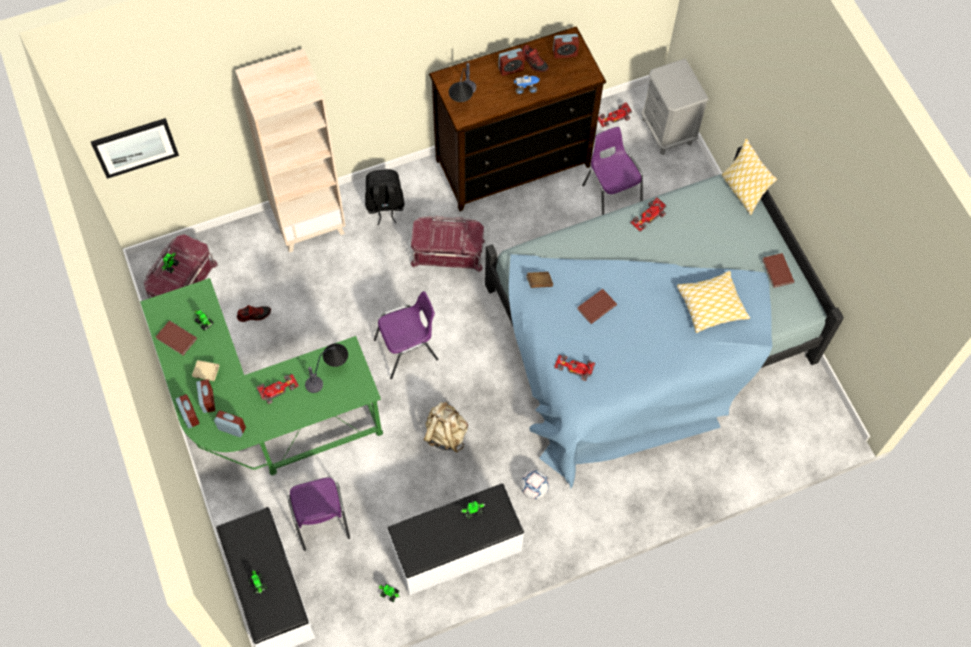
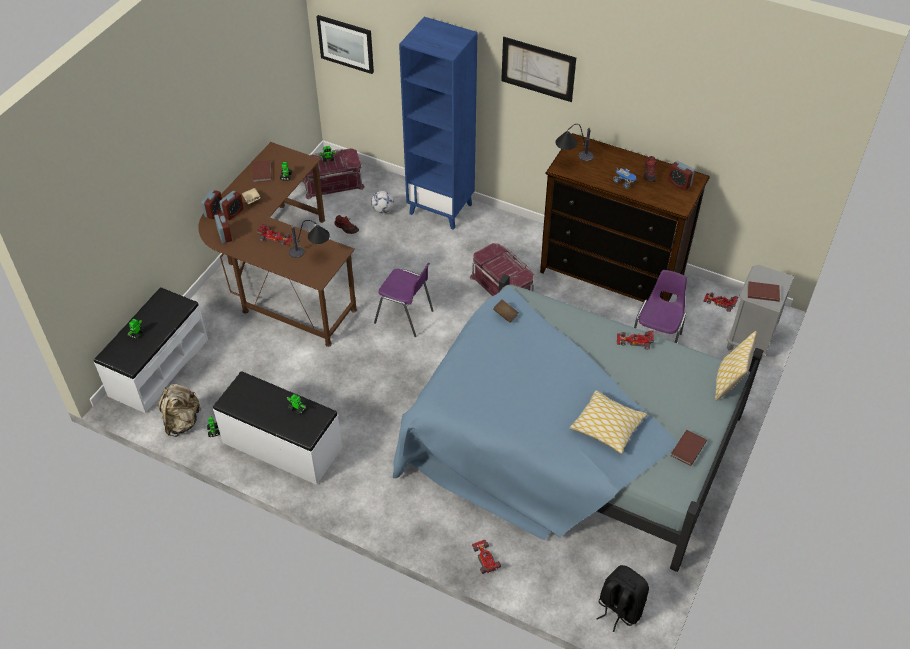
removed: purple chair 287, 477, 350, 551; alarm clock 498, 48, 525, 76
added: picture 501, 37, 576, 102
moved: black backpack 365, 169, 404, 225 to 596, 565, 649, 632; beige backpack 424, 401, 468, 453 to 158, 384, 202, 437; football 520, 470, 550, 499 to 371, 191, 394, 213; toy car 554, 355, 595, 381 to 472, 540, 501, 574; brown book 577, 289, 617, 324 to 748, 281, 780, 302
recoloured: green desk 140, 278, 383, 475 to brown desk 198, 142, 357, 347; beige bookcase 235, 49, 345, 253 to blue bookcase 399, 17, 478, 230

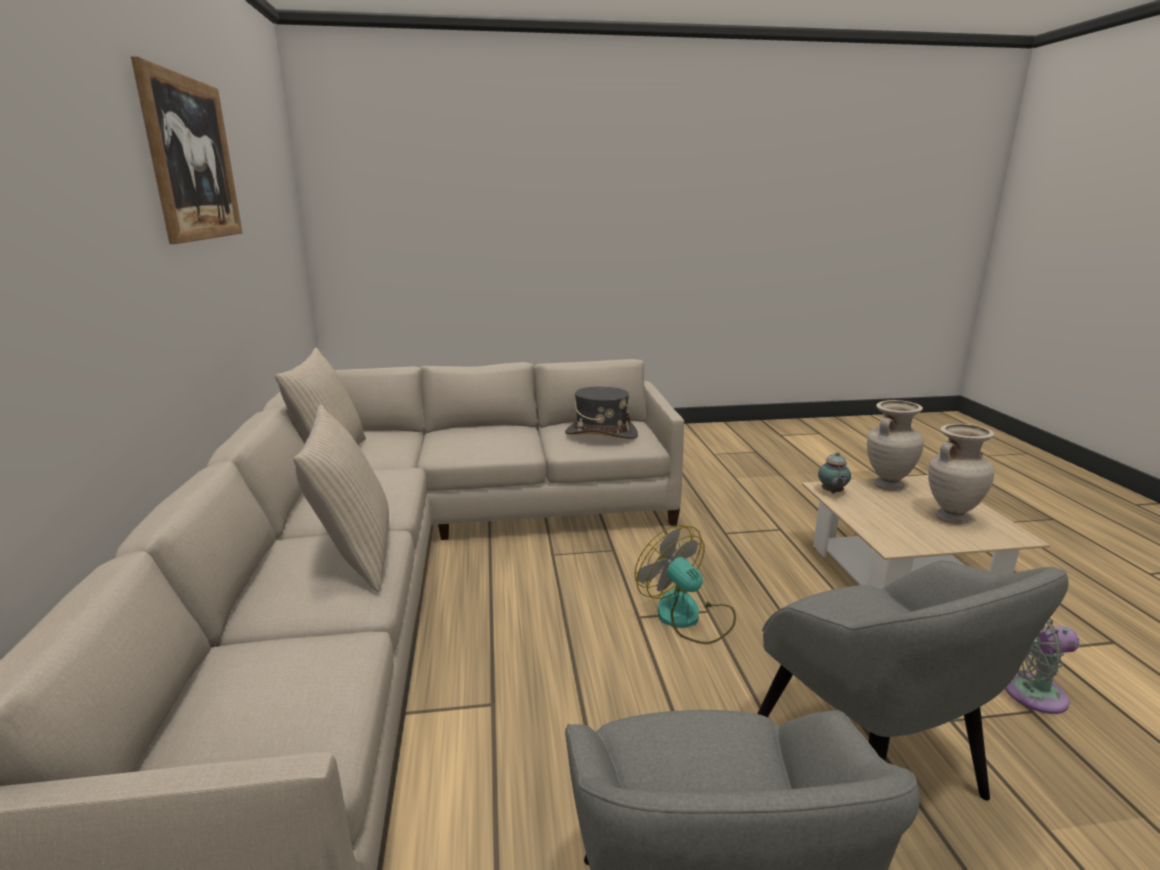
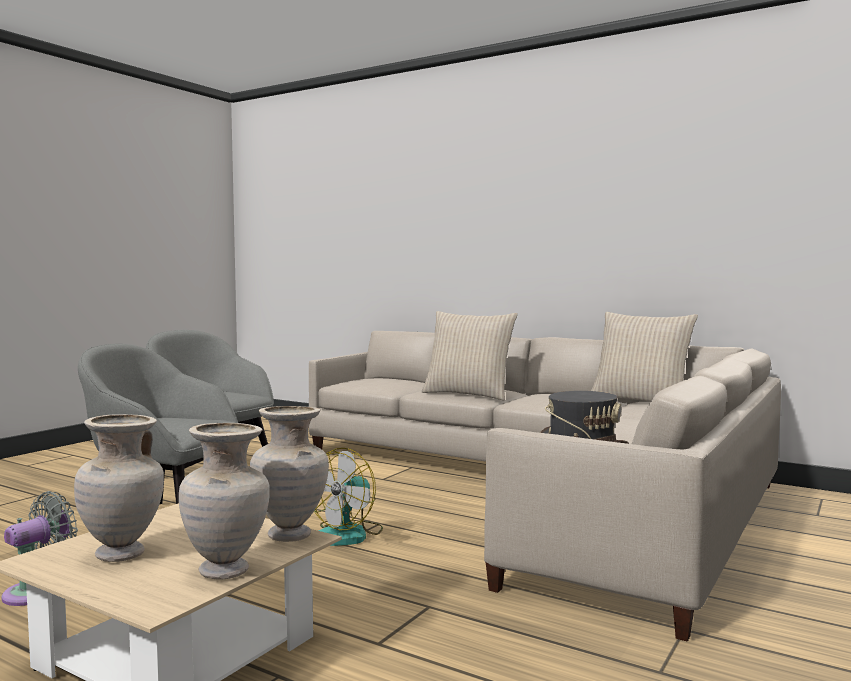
removed: picture 131, 56, 242, 244
replaced: teapot 818, 452, 851, 494 to beige vase 250, 406, 329, 542
turned: fan 635, 525, 736, 644 = 314, 448, 383, 546 120 degrees clockwise

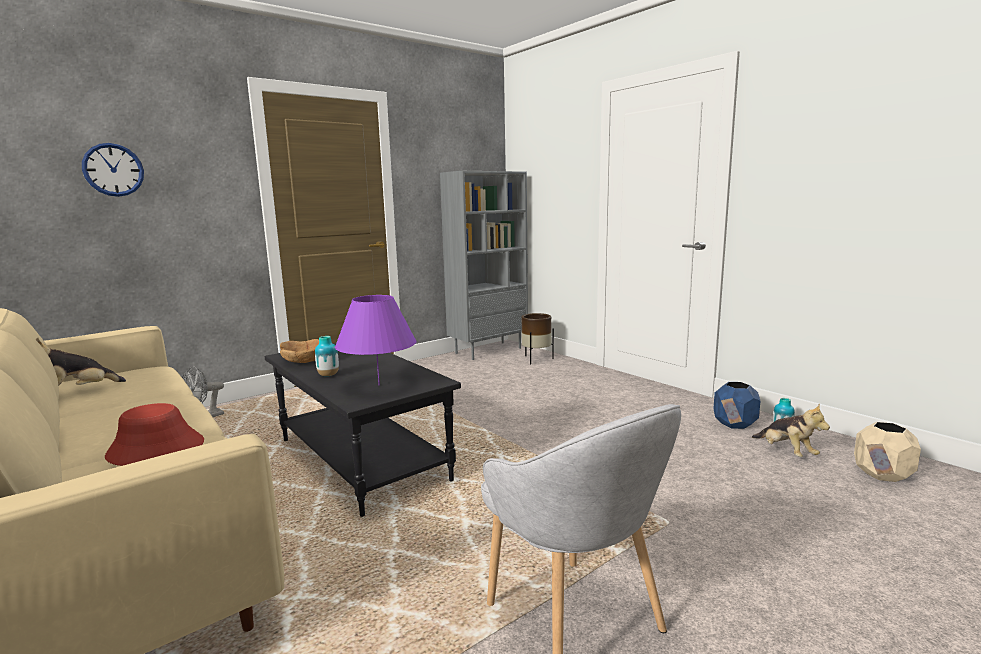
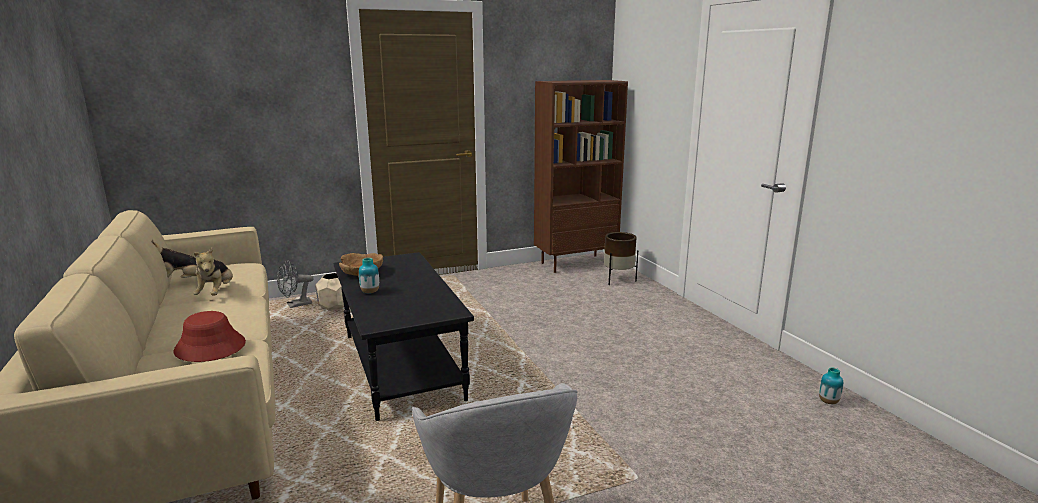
removed: wall clock 82, 143, 144, 197; purple table lamp 335, 295, 417, 385; blue planter 713, 382, 760, 429
moved: plush toy 752, 403, 830, 457 to 193, 247, 233, 296; beige planter 854, 422, 921, 482 to 315, 273, 344, 311
recoloured: grey bookcase 440, 171, 528, 360 to brown bookcase 534, 80, 628, 273

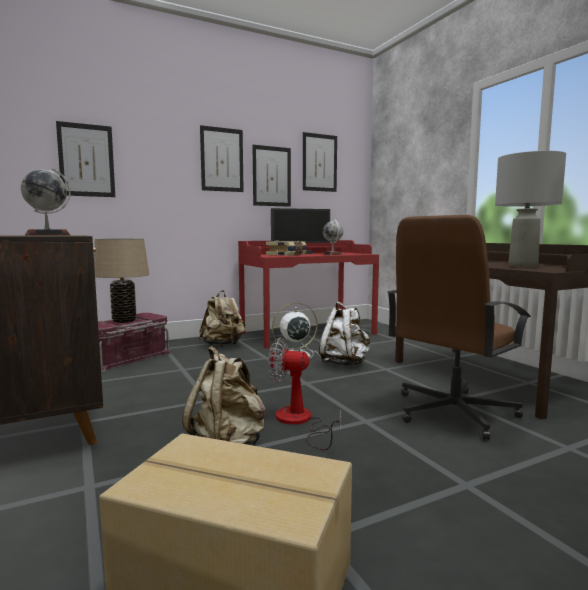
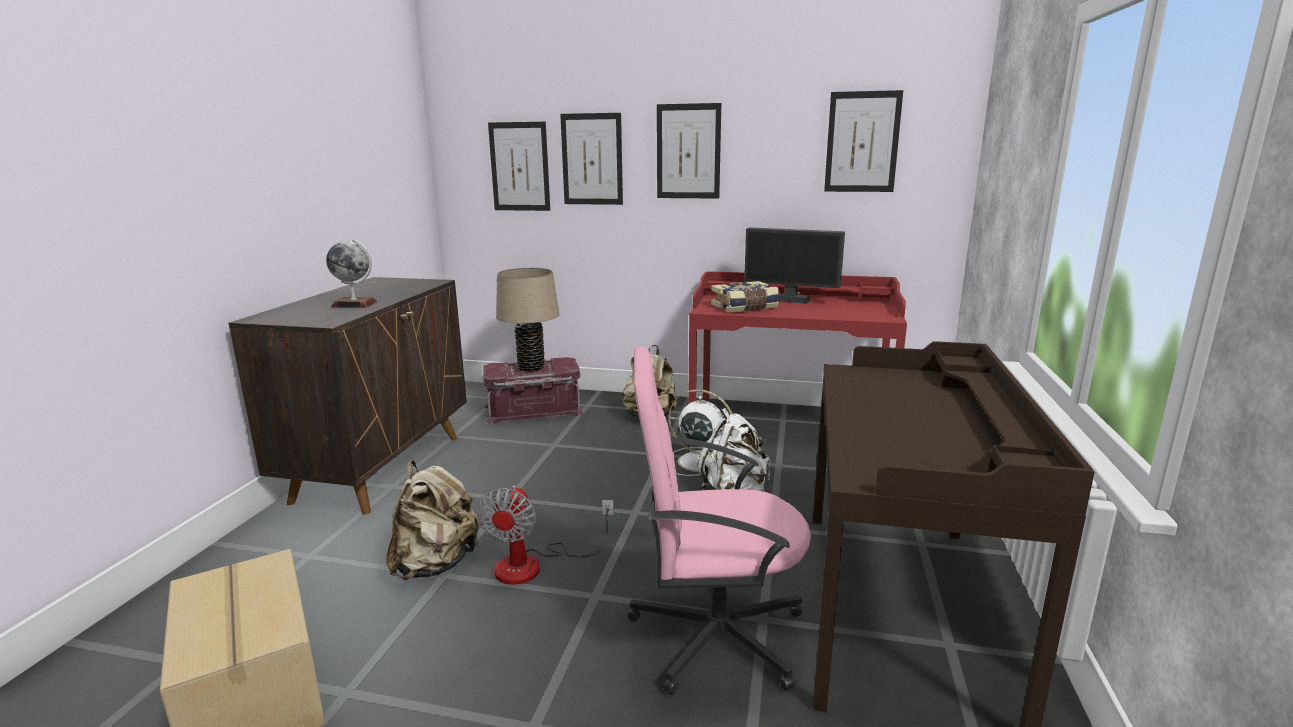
removed: globe 323, 220, 343, 255; grey table lamp 495, 151, 566, 267
moved: picture 252, 145, 291, 207 to 560, 113, 623, 205
recoloured: brown office chair 387, 215, 531, 440 to pink office chair 627, 347, 811, 695
turned: fan 268, 337, 341, 450 = 477, 486, 614, 585 135 degrees counterclockwise

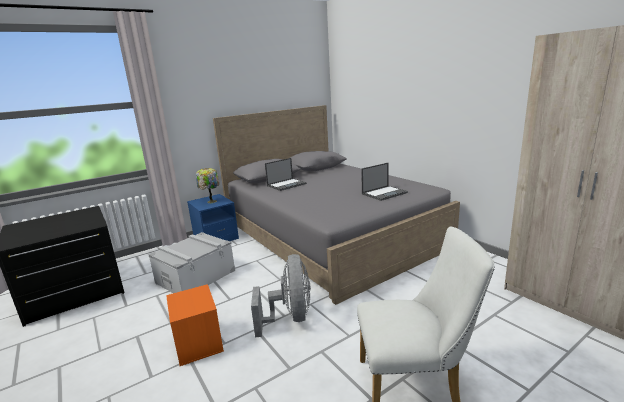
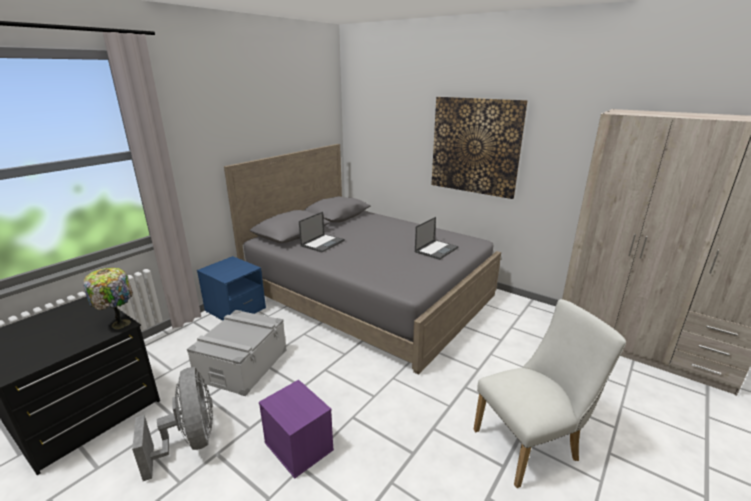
added: picture 431, 97, 528, 199
moved: table lamp 196, 168, 219, 203 to 83, 268, 133, 329; grey fan 251, 254, 311, 337 to 132, 367, 213, 481
recoloured: orange storage box 166, 284, 224, 366 to purple storage box 259, 380, 334, 478

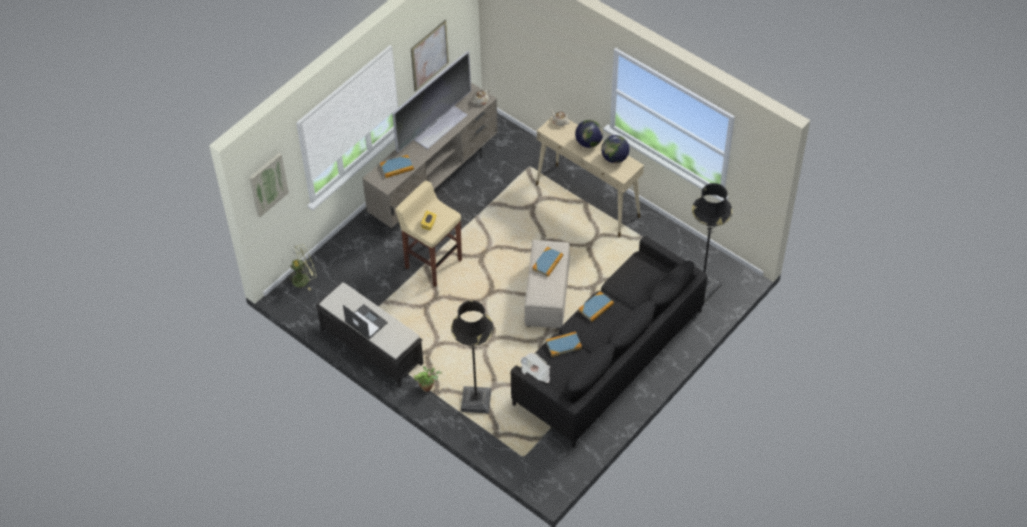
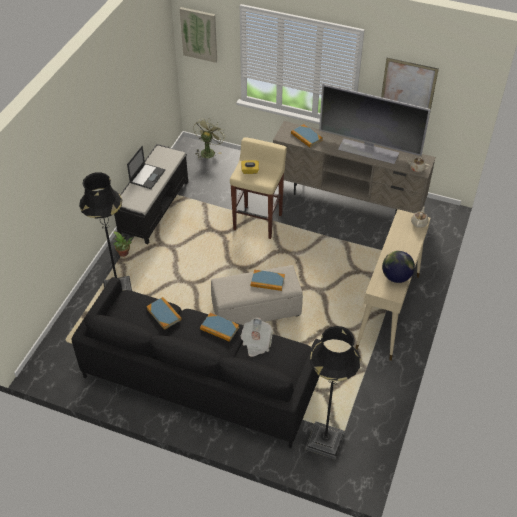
removed: globe 575, 120, 603, 148
moved: newspaper 520, 353, 550, 383 to 240, 318, 273, 357
turned: green fan 286, 244, 316, 290 = 193, 118, 224, 159 120 degrees counterclockwise

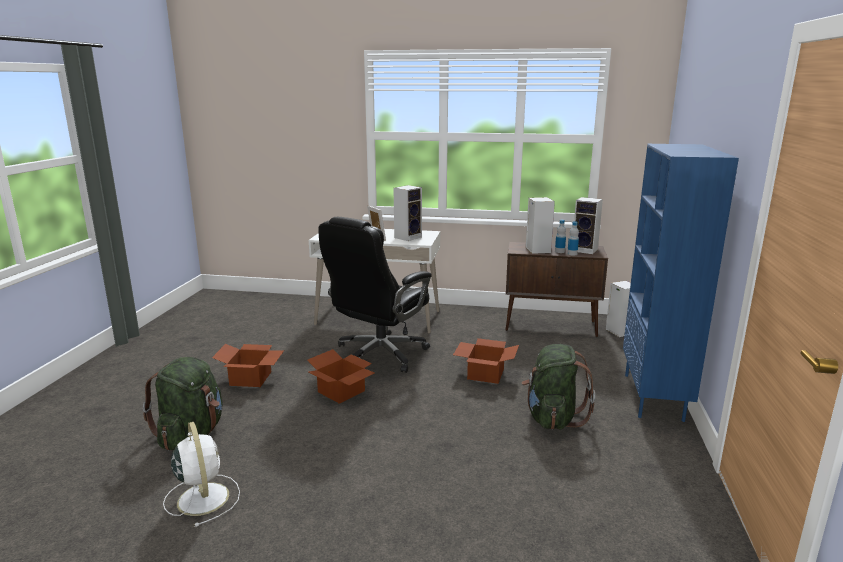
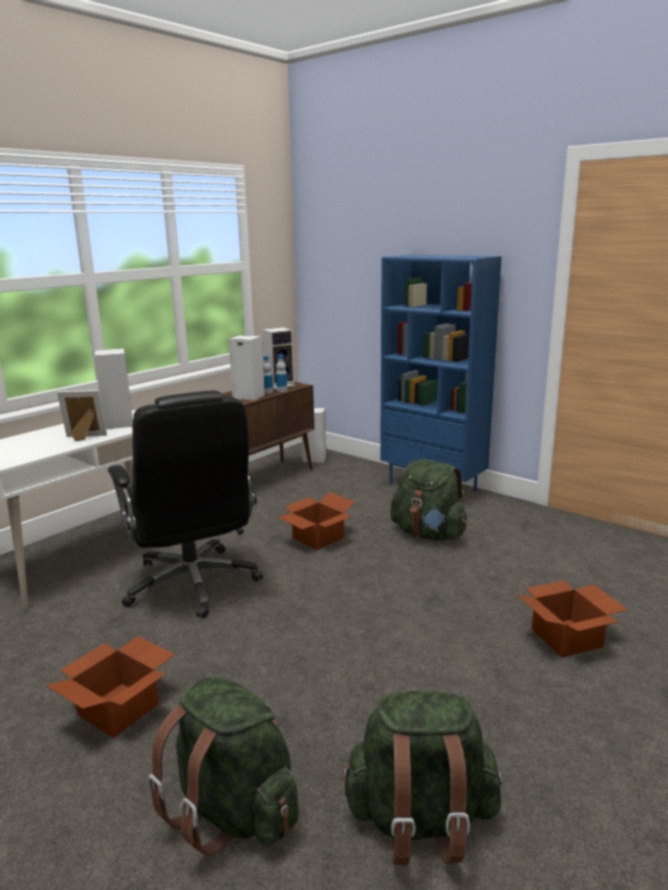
moved: cardboard box 307, 349, 374, 404 to 516, 580, 628, 658
replaced: white fan 163, 422, 240, 527 to green backpack 340, 691, 502, 865

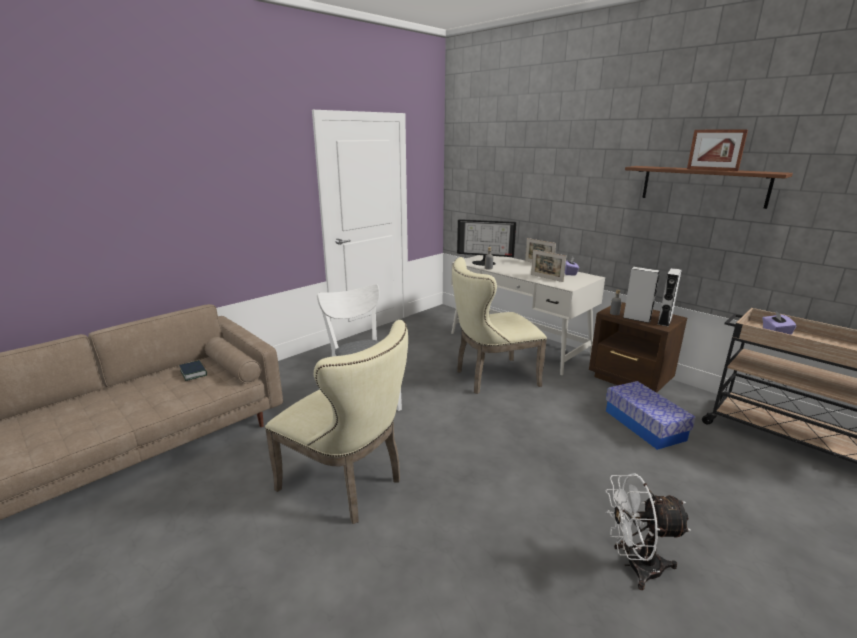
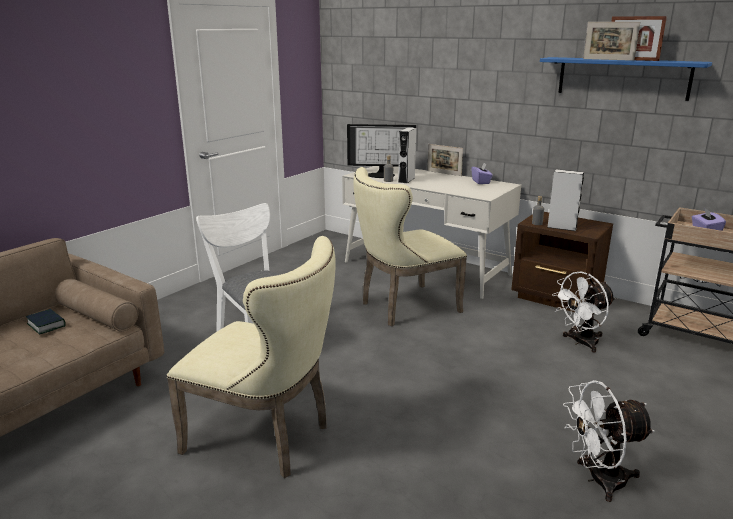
moved: picture frame 531, 250, 566, 282 to 583, 22, 640, 61; grey speaker 657, 268, 682, 326 to 398, 127, 416, 183
replaced: storage box 606, 381, 696, 450 to white fan 552, 271, 615, 353
recoloured: brown shelf 625, 166, 793, 209 to blue shelf 540, 57, 712, 101

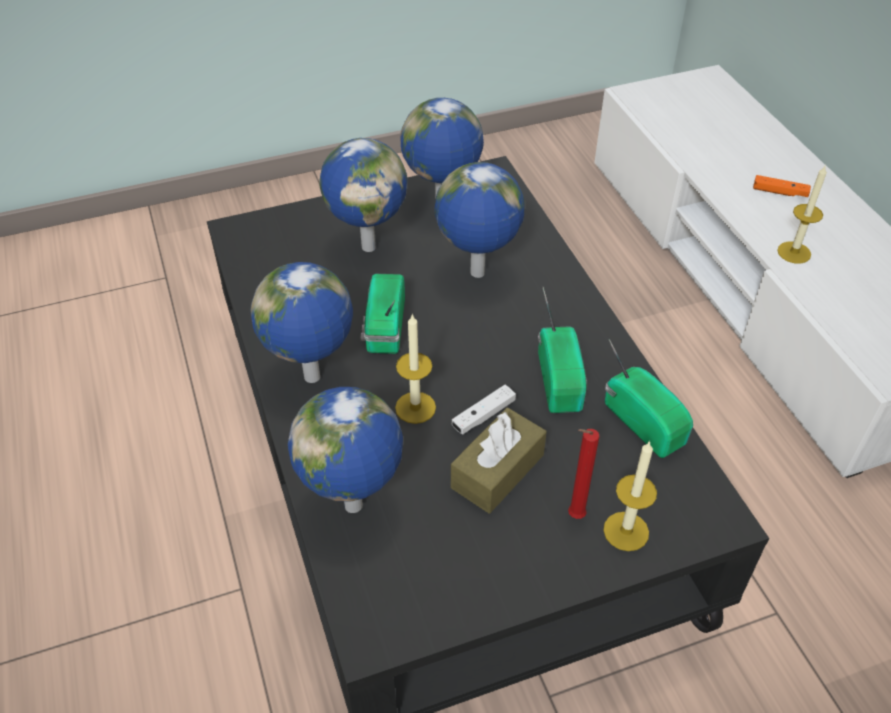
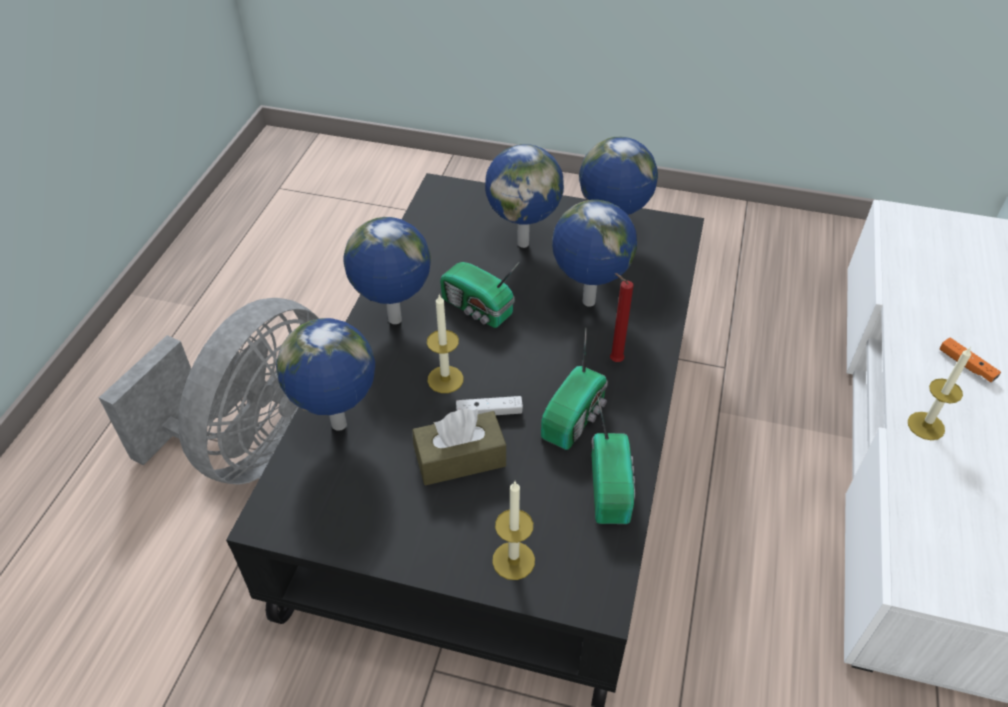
added: grey fan 99, 298, 319, 485
moved: red candle 568, 429, 600, 519 to 610, 273, 633, 362
turned: radio 361, 274, 405, 354 = 440, 262, 520, 328 90 degrees counterclockwise

